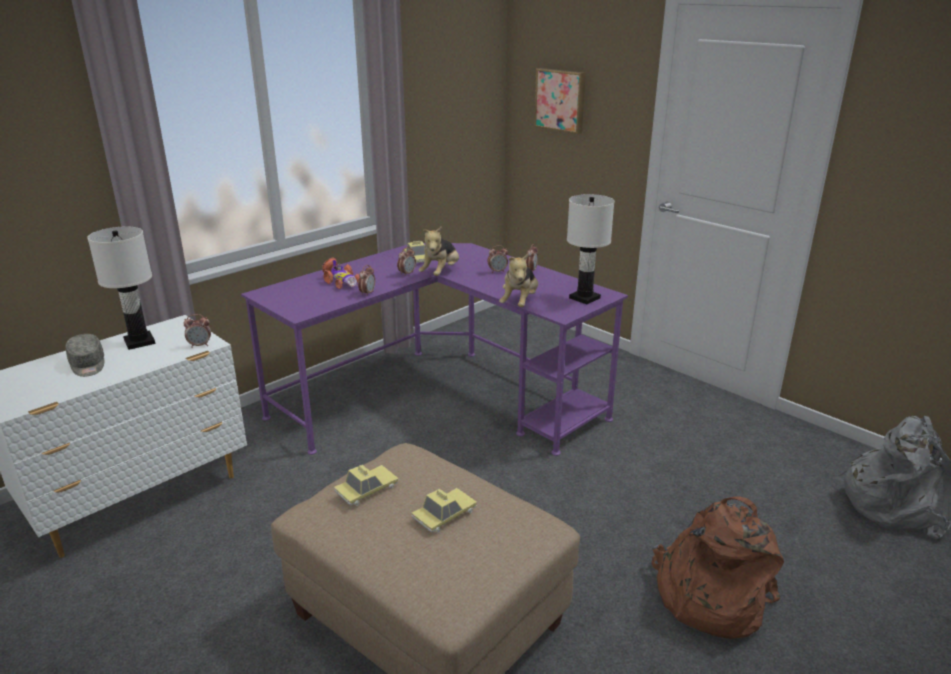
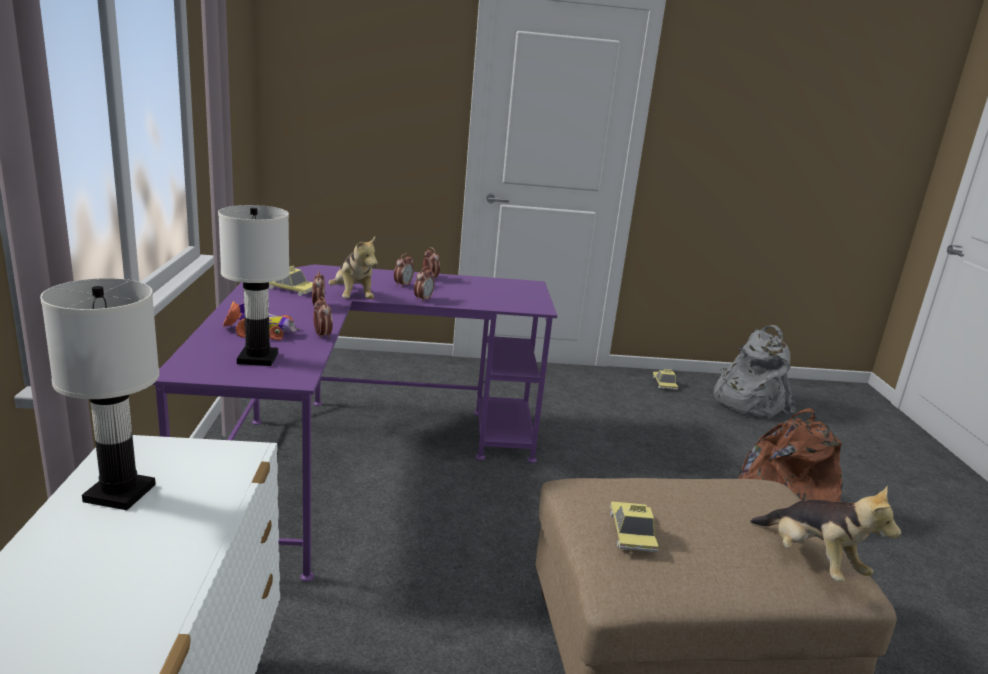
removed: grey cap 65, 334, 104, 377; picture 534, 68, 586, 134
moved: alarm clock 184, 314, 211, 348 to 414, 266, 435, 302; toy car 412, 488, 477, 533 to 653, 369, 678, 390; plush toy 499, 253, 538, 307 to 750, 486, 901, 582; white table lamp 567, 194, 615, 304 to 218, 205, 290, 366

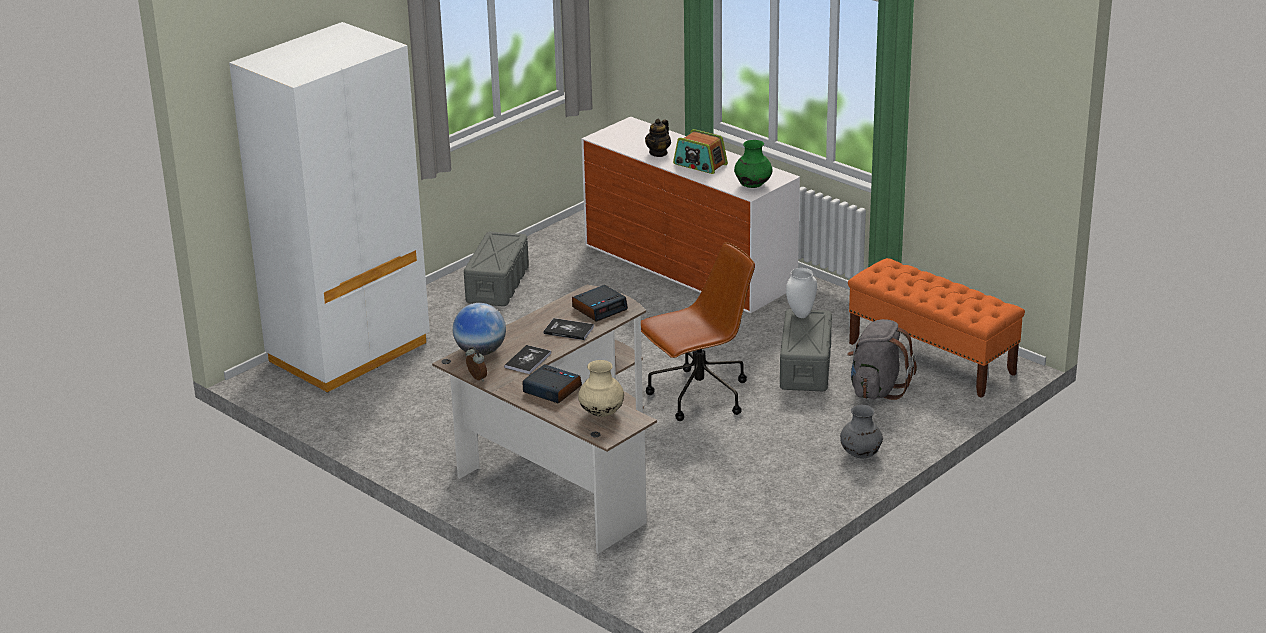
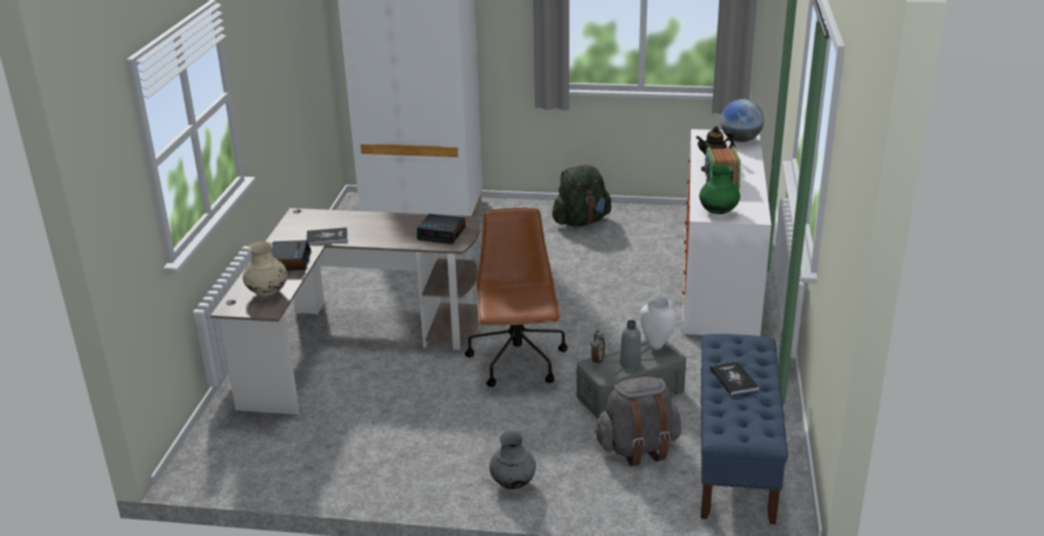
added: grey bottle 620, 320, 641, 369
moved: globe 453, 303, 506, 356 to 720, 99, 764, 142; alarm clock 466, 347, 487, 381 to 590, 330, 605, 365; book 543, 318, 594, 340 to 710, 361, 759, 395
replaced: grey storage box 464, 231, 529, 306 to green backpack 552, 165, 611, 227
recoloured: orange bench 848, 258, 1025, 398 to blue bench 701, 334, 788, 525
turned: brown office chair 641, 242, 755, 421 = 465, 208, 568, 387 120 degrees counterclockwise

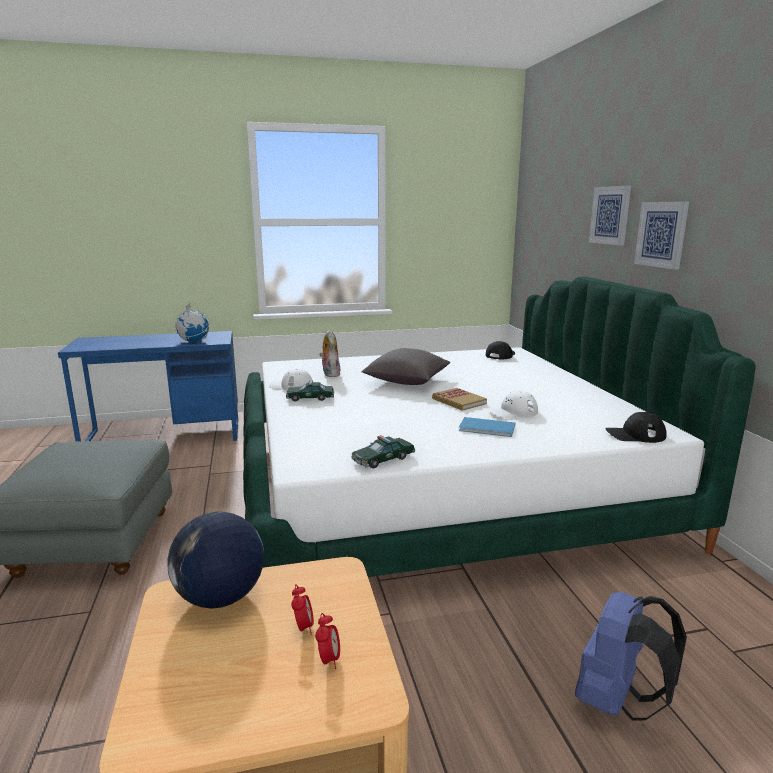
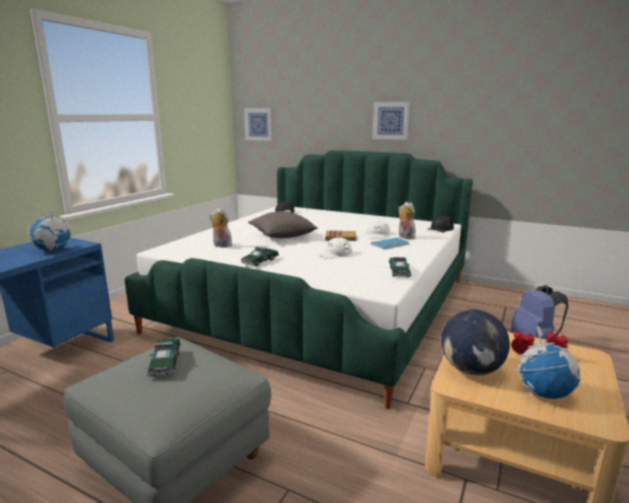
added: toy car 147, 338, 181, 376; plush toy 398, 202, 416, 240; globe 515, 326, 581, 399
moved: white cap 269, 368, 312, 390 to 316, 237, 352, 259; picture 589, 185, 631, 245 to 244, 108, 273, 141

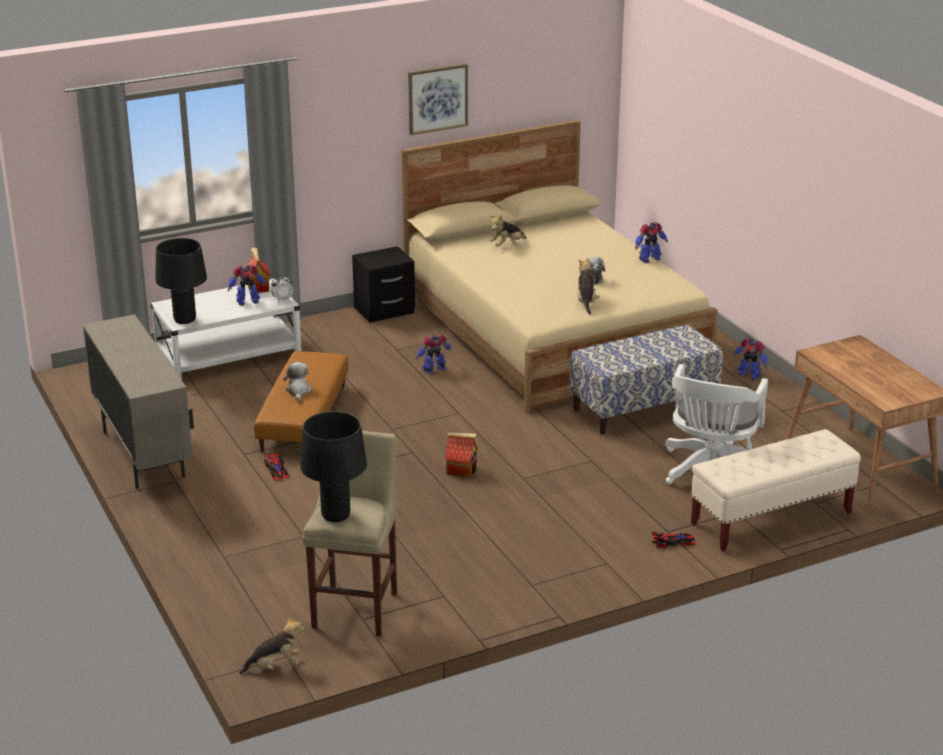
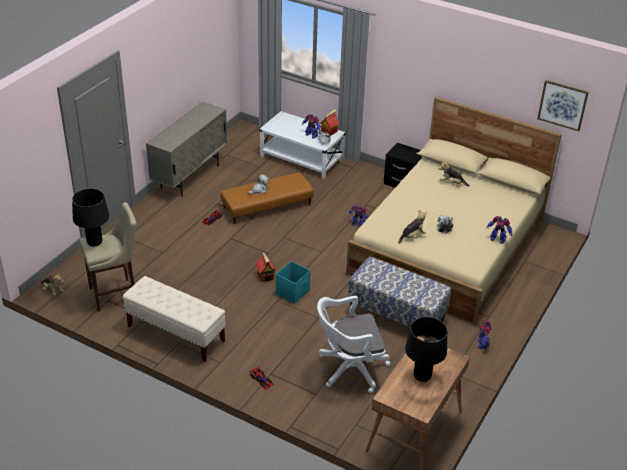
added: turquoise storage box 276, 261, 310, 304
moved: black table lamp 155, 238, 207, 324 to 405, 317, 447, 382; picture 408, 64, 468, 135 to 537, 80, 589, 131; beige bench 691, 429, 861, 552 to 123, 276, 226, 362

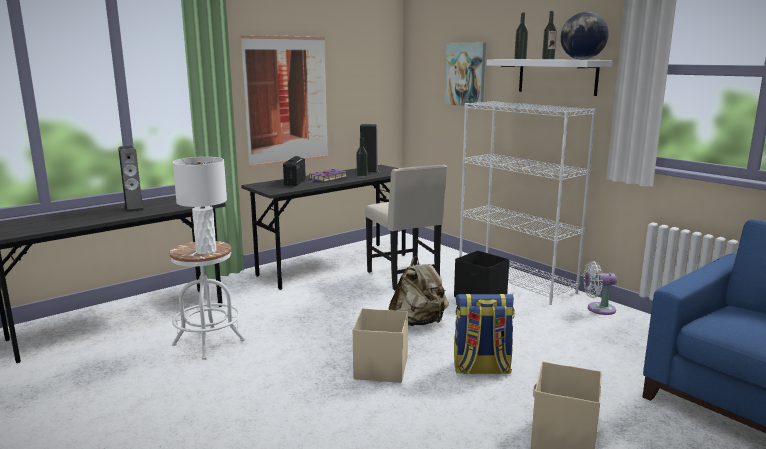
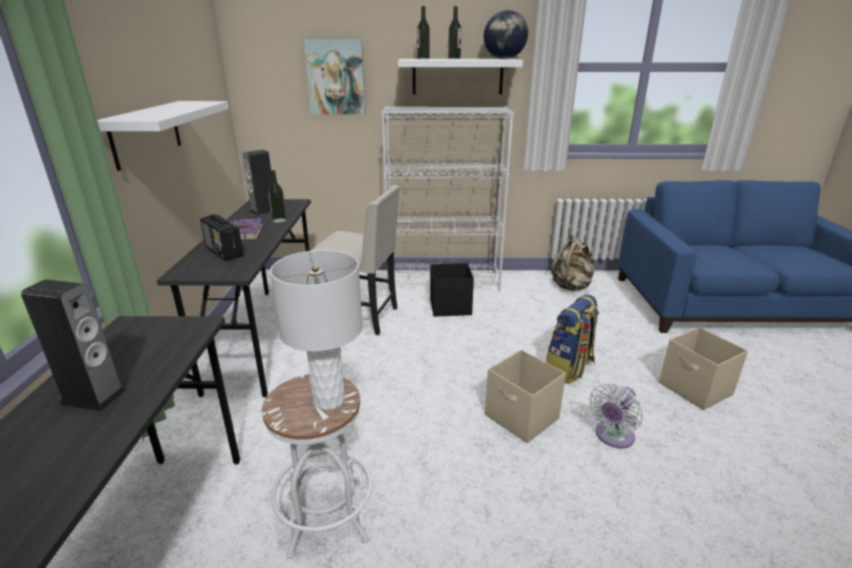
moved: beige backpack 388, 256, 449, 326 to 551, 234, 595, 291; white fan 583, 261, 617, 315 to 590, 383, 643, 448
replaced: picture 241, 35, 328, 167 to white shelf 97, 101, 229, 171

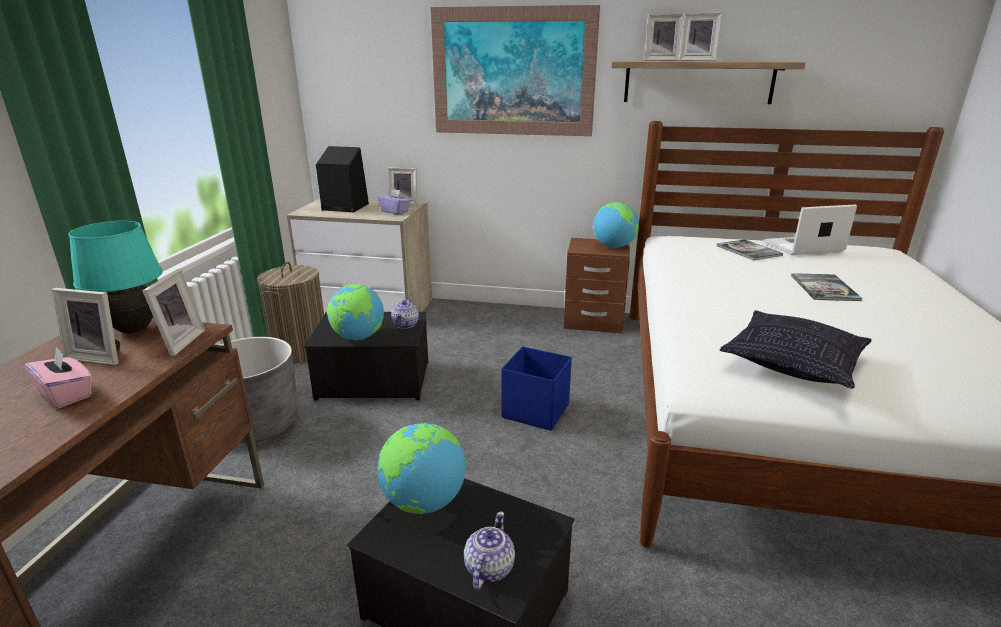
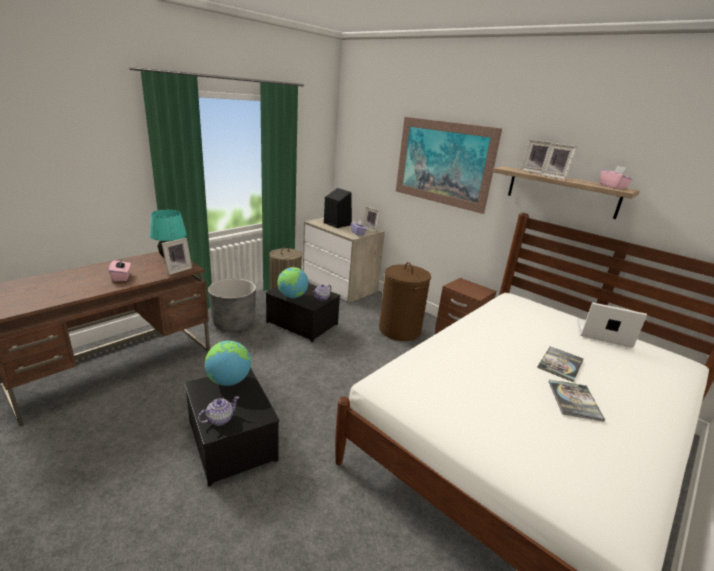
removed: picture frame 52, 288, 120, 365; blue storage box 502, 346, 572, 431; globe 593, 202, 639, 248; pillow 720, 310, 872, 389
added: brown laundry basket 379, 262, 431, 341; pink tissue box 600, 166, 633, 189
moved: book 717, 239, 783, 260 to 548, 380, 605, 422

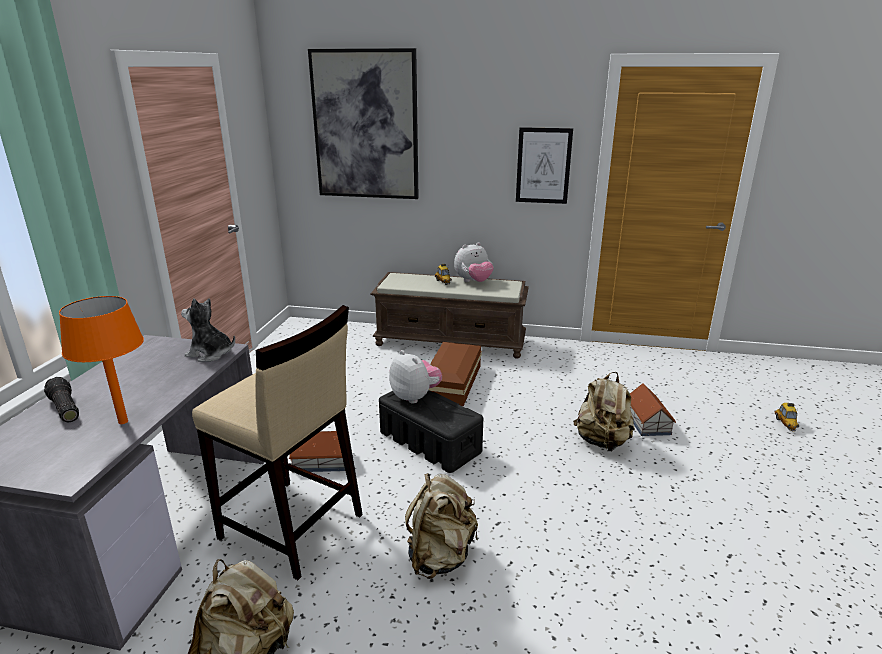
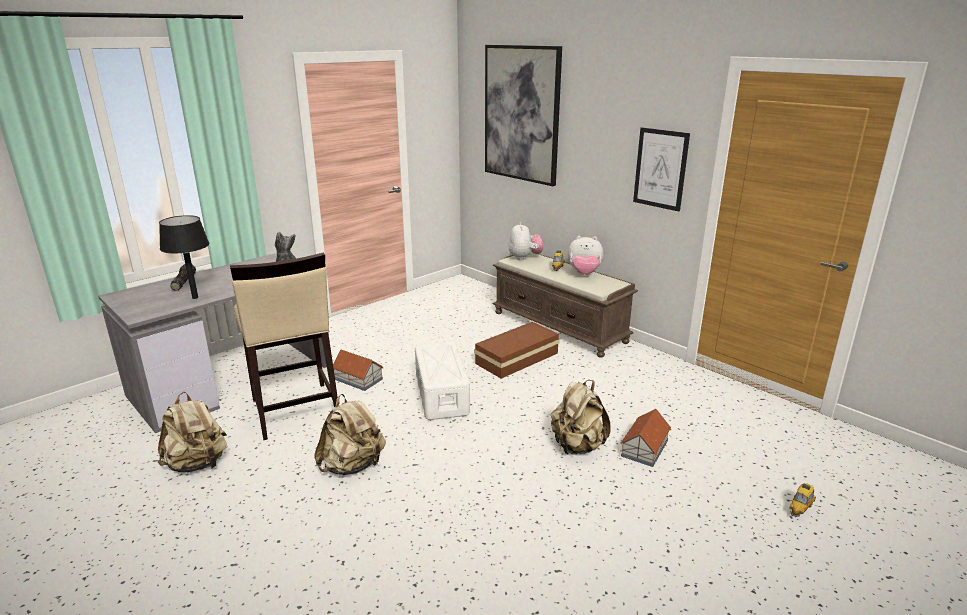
moved: plush toy 389, 350, 442, 403 to 509, 222, 544, 260
recoloured: orange table lamp 59, 296, 144, 424 to black table lamp 159, 215, 209, 299; black storage box 379, 390, 483, 473 to white storage box 415, 342, 470, 420

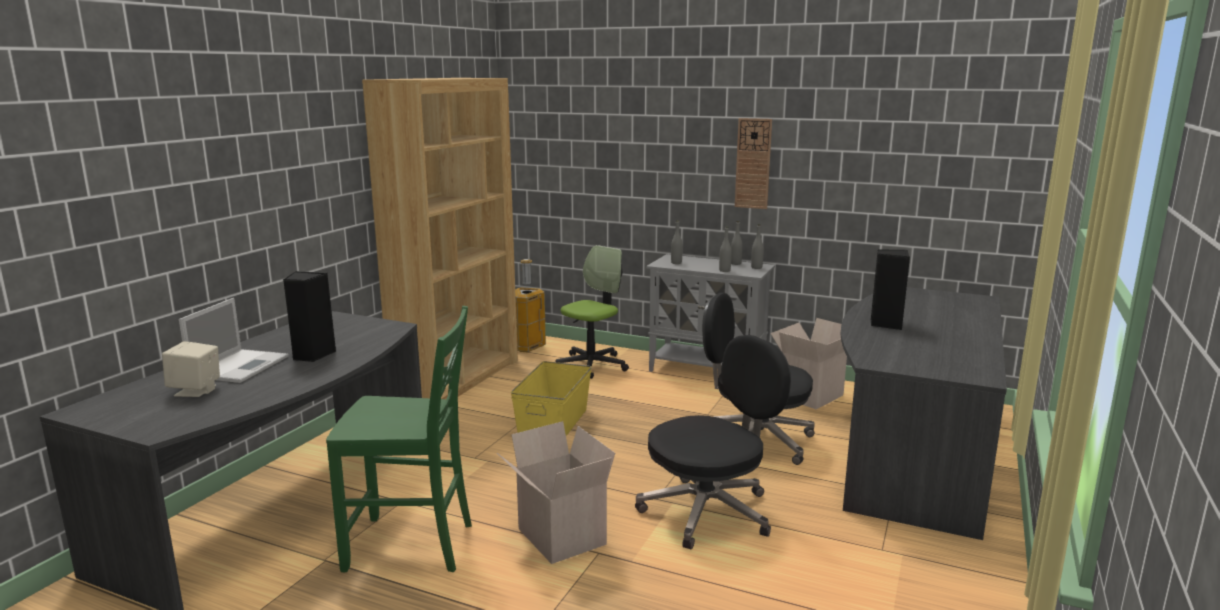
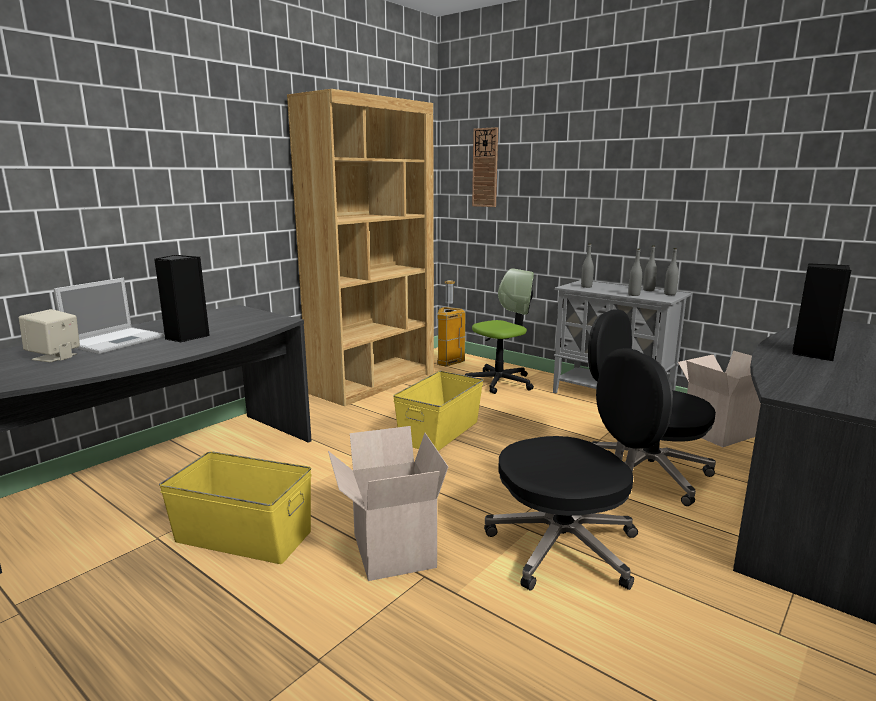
moved: wall clock 735, 118, 772, 209 to 472, 127, 498, 207
replaced: green chair 326, 306, 472, 572 to yellow storage box 159, 451, 312, 564

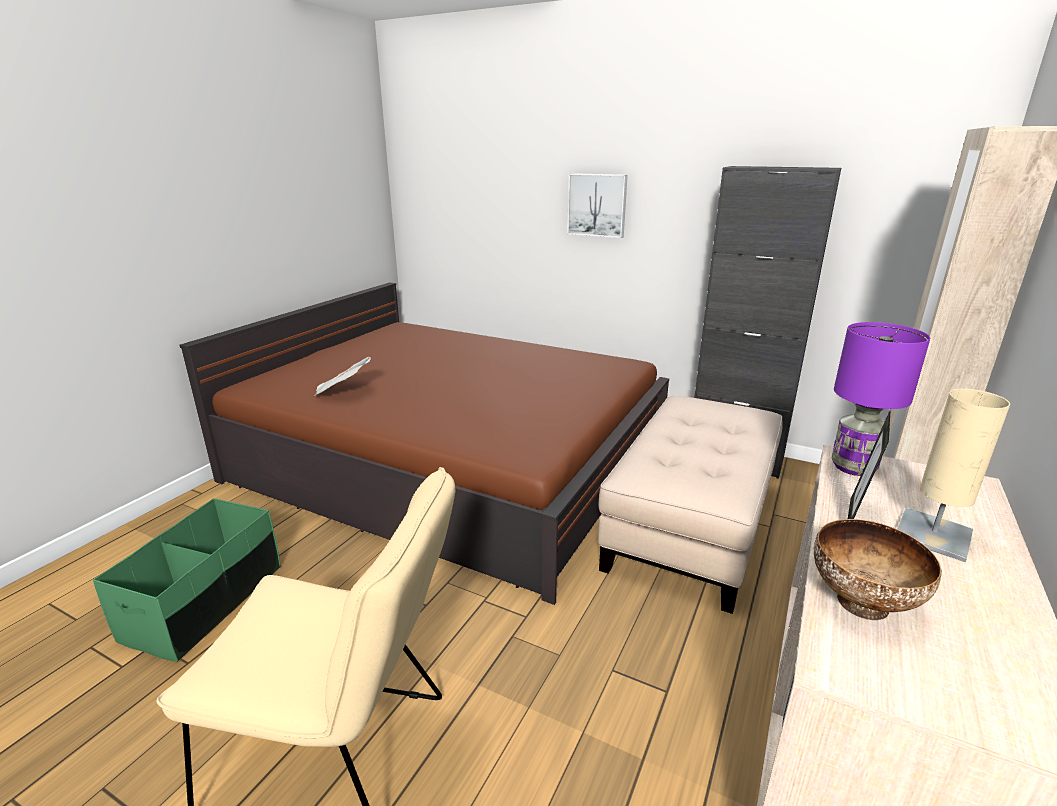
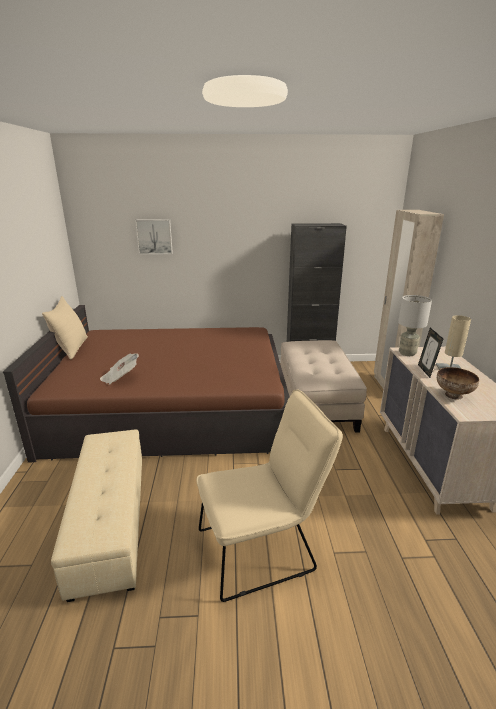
added: beige pillow 42, 296, 88, 359
moved: picture 567, 173, 628, 238 to 135, 219, 173, 255
replaced: green storage box 92, 498, 281, 662 to beige ottoman 51, 429, 142, 602
recoloured: purple table lamp 831, 322, 930, 476 to grey table lamp 398, 295, 432, 356

